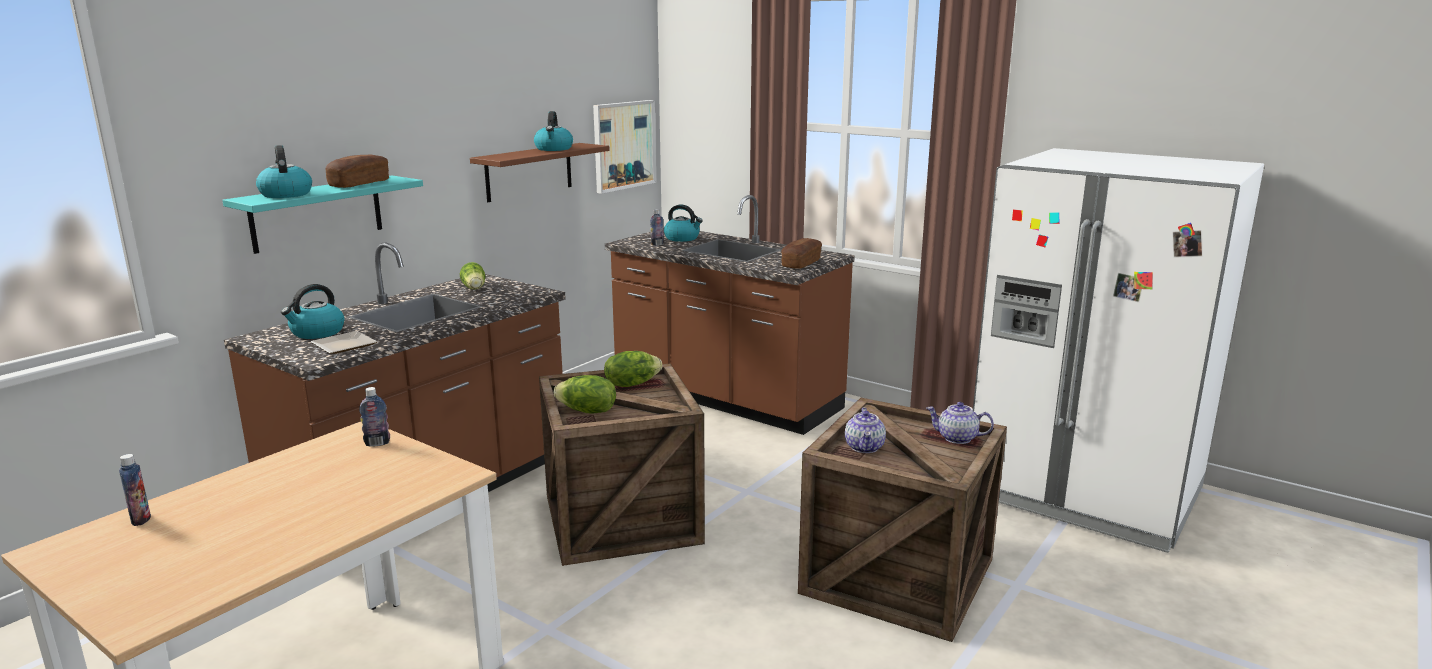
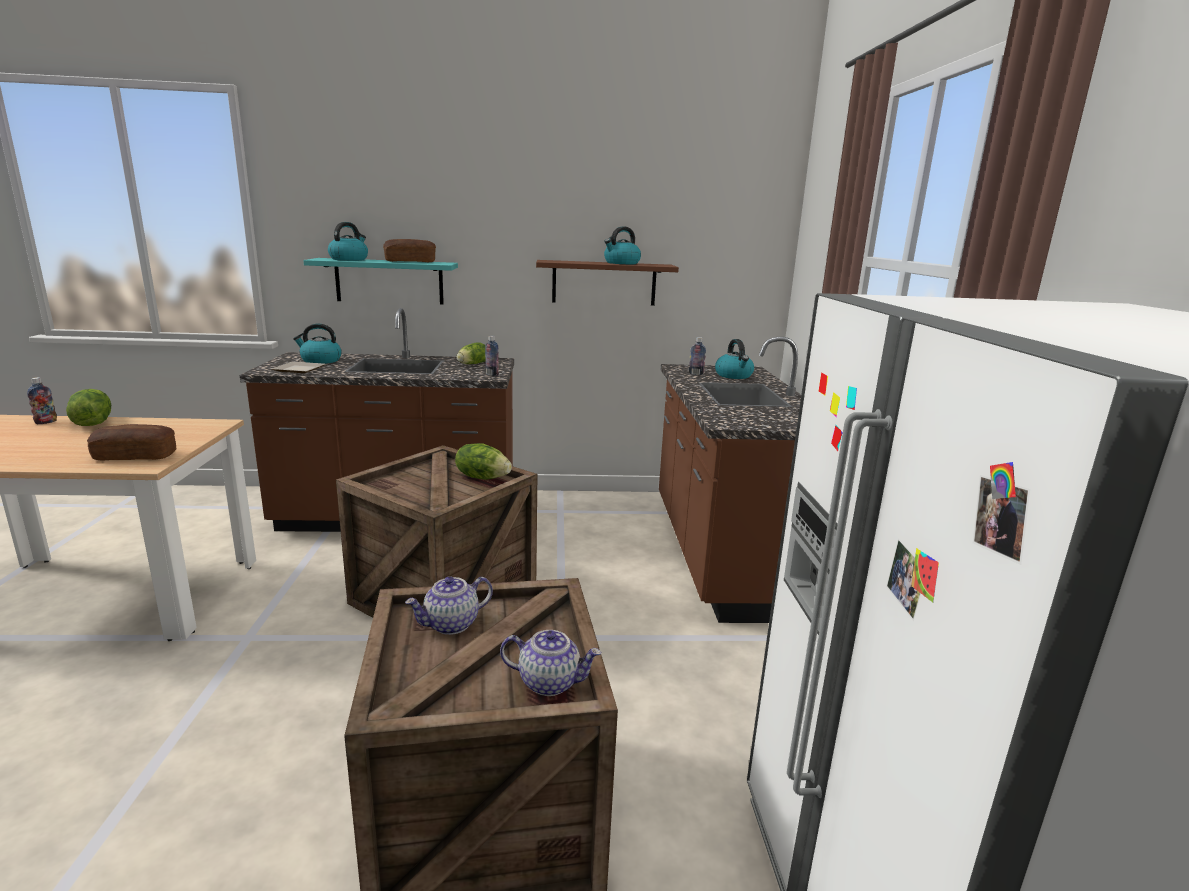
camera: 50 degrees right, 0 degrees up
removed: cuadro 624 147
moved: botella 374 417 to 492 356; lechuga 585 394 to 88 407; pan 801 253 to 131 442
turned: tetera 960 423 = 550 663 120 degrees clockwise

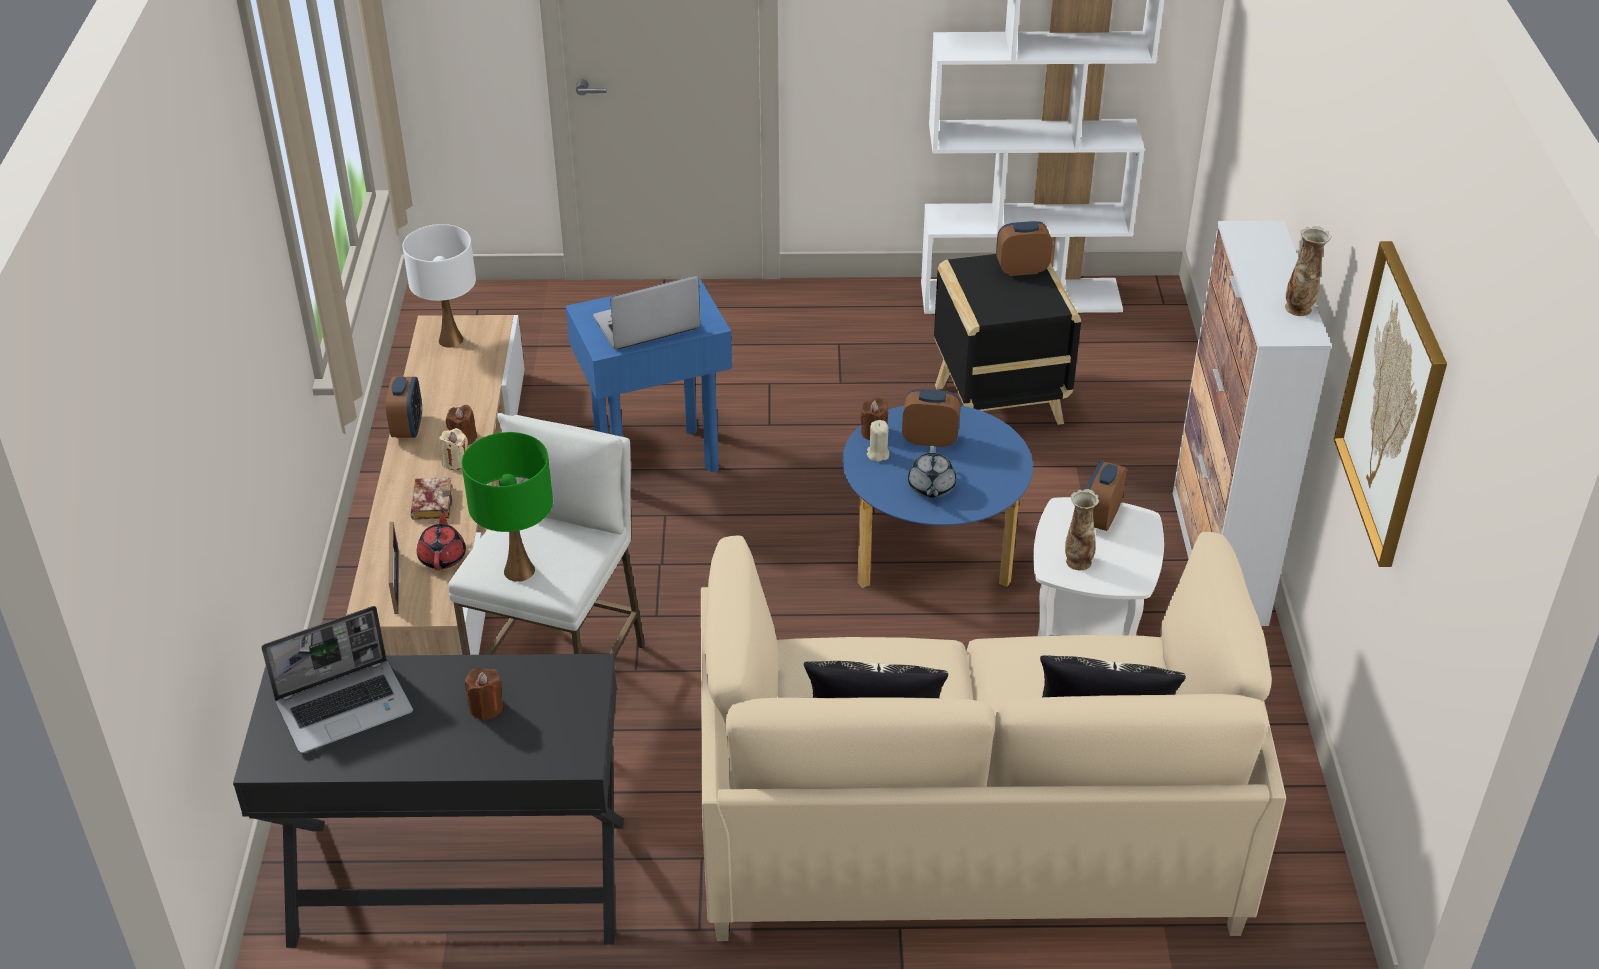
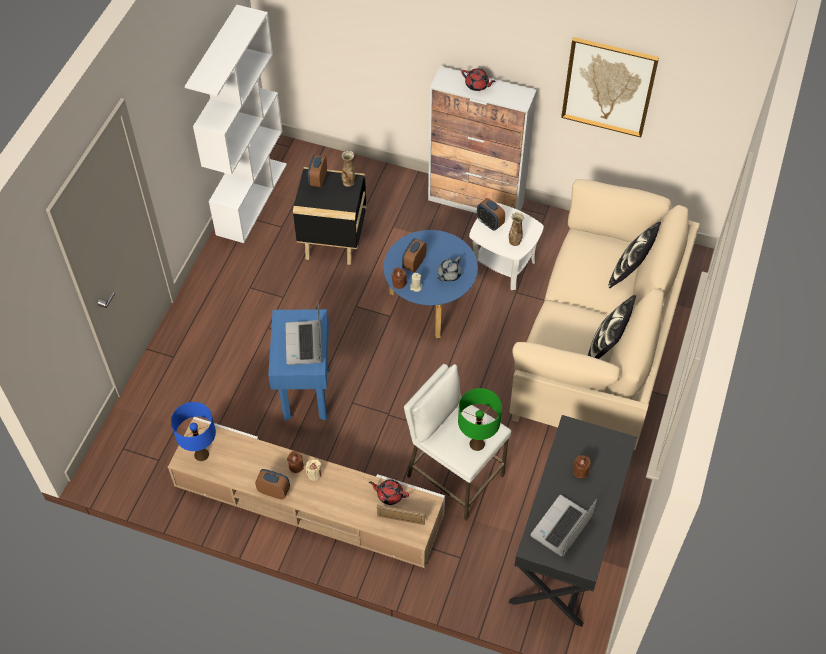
camera: 70 degrees left, 15 degrees up
removed: libro 432 498
added: tetera [rojo] 478 79
moved: florero 1308 271 to 348 169
recoloured: lámpara de mesa [blanco] 439 286 to lámpara de mesa [azul] 193 431
turned: portátil 337 679 = 563 525 135 degrees counterclockwise; tetera [gris] 932 472 = 449 269 105 degrees clockwise

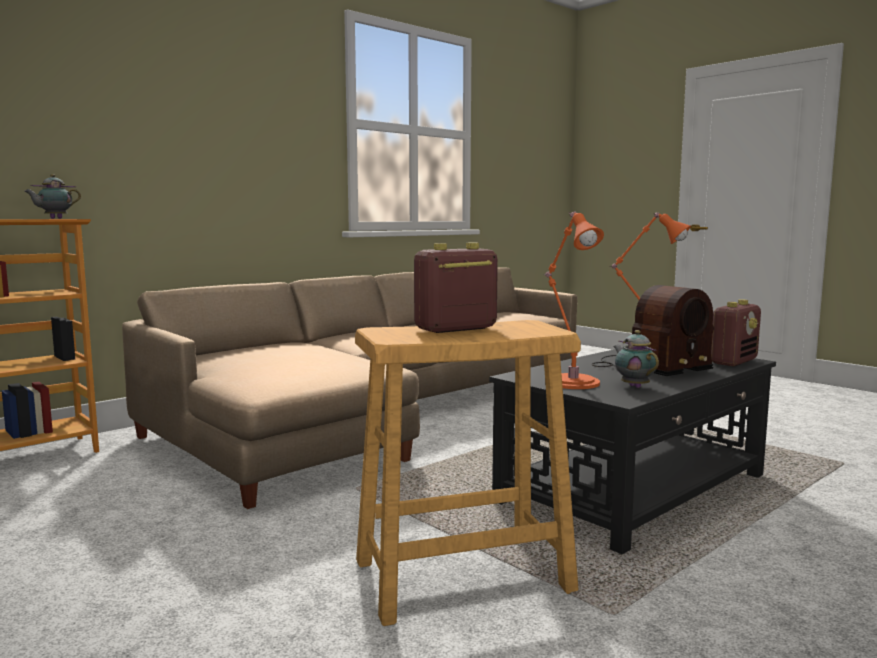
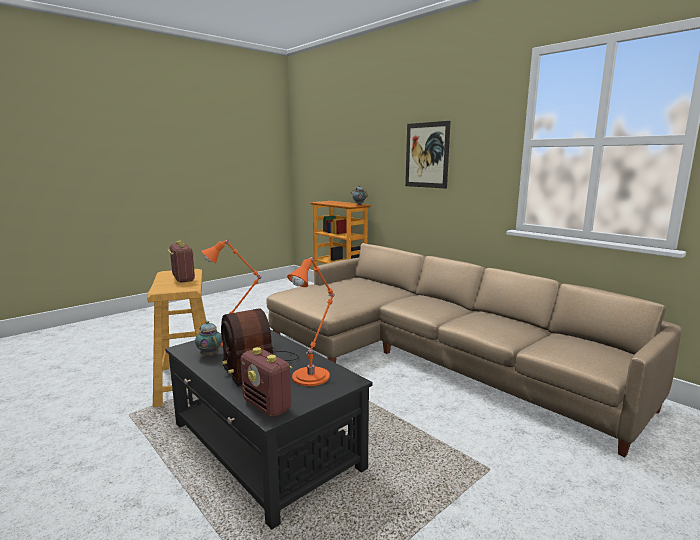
camera: 90 degrees right, 5 degrees up
added: cuadro 428 155
turned: tetera 636 359 = 208 338 105 degrees counterclockwise

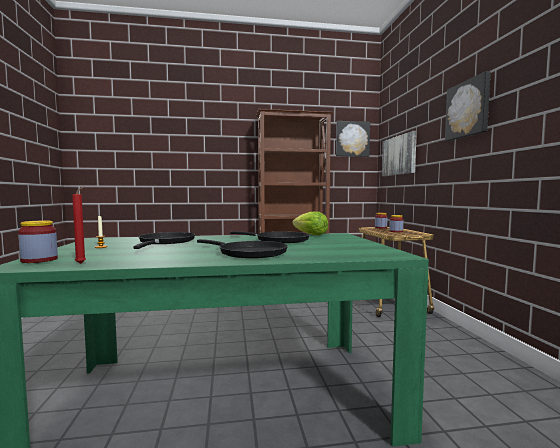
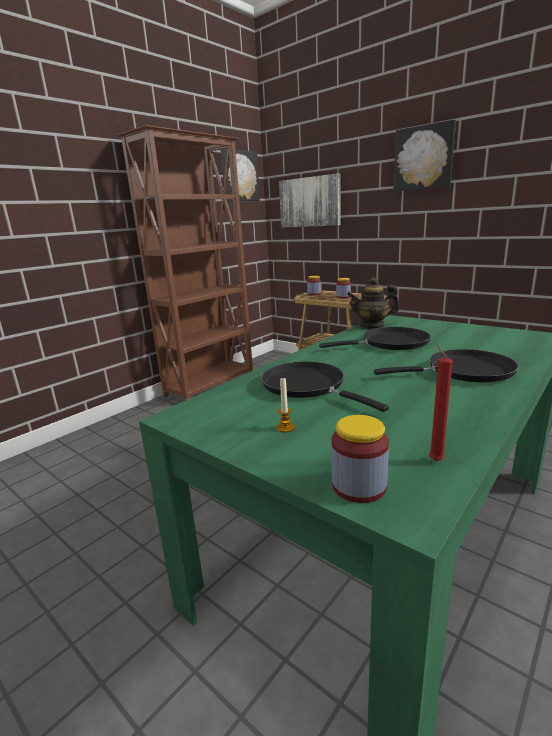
camera: 40 degrees left, 15 degrees up
replaced: lechuga 310 223 to tetera 373 303

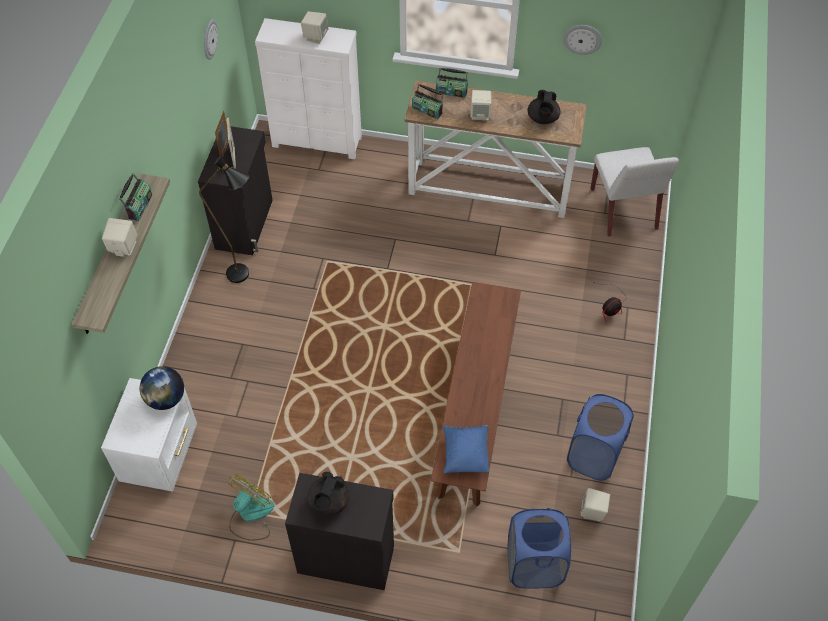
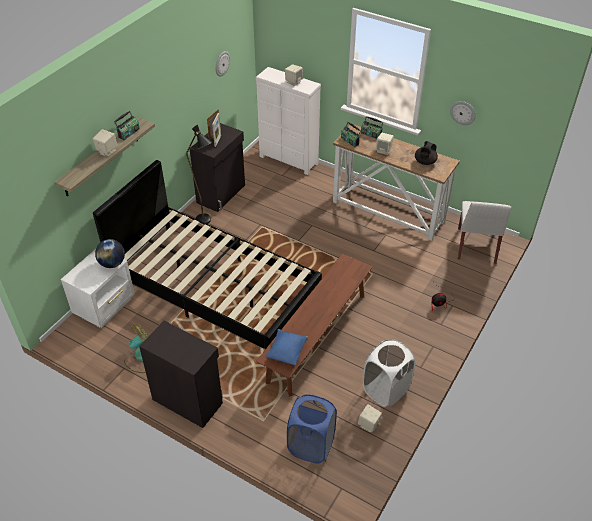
camera: 20 degrees right, 10 degrees down
removed: tetera [negro] 328 493
added: cama [negro] 207 254
recoloured: cesto de la ropa [azul] 600 437 to cesto de la ropa [blanco] 389 373

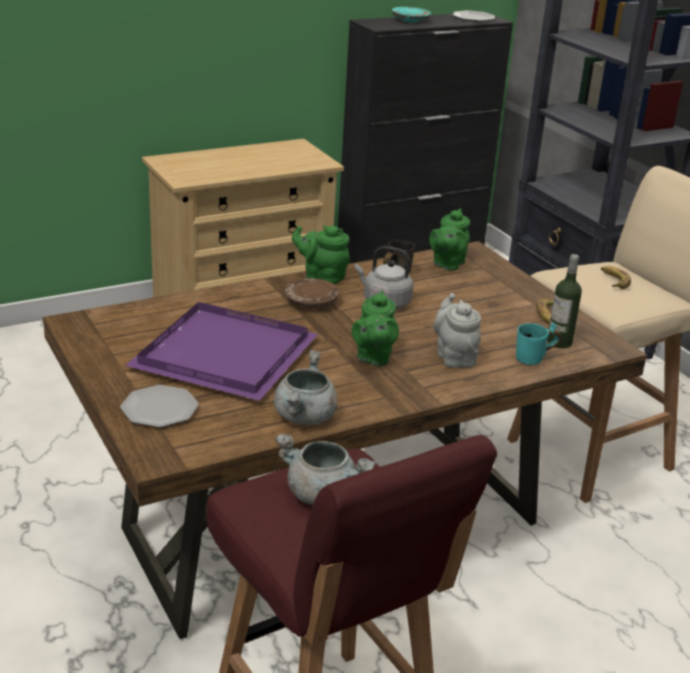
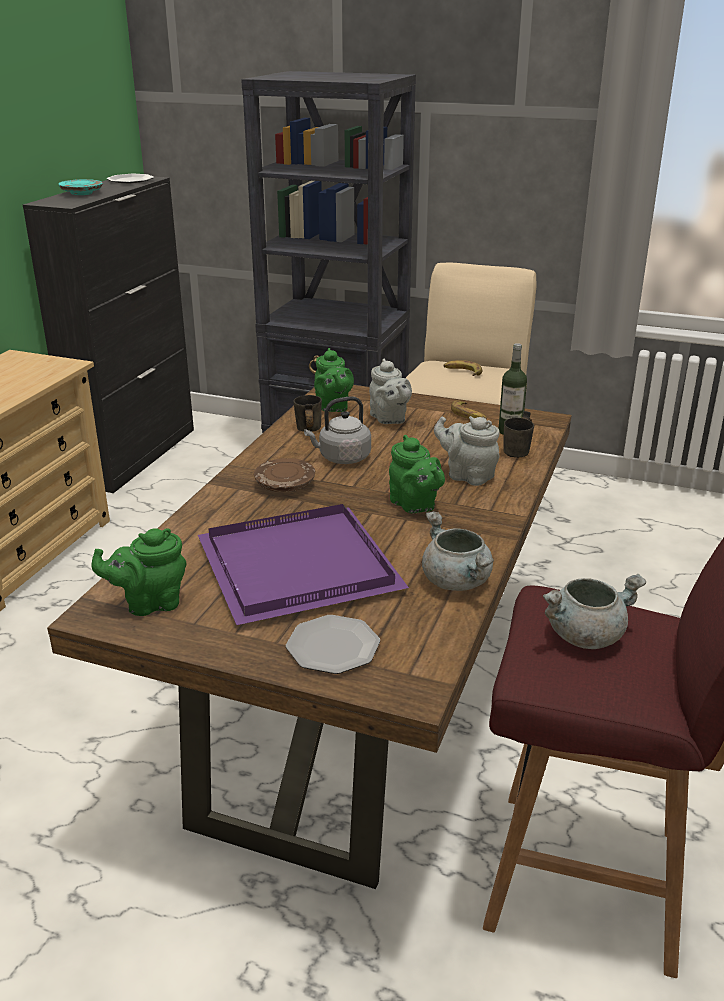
camera: 40 degrees left, 0 degrees up
added: tetera [gris] 390 391
moved: tetera [verde] 321 254 to 138 572
recoloured: taza grande [turquesa] 538 343 to taza grande [gris] 518 434

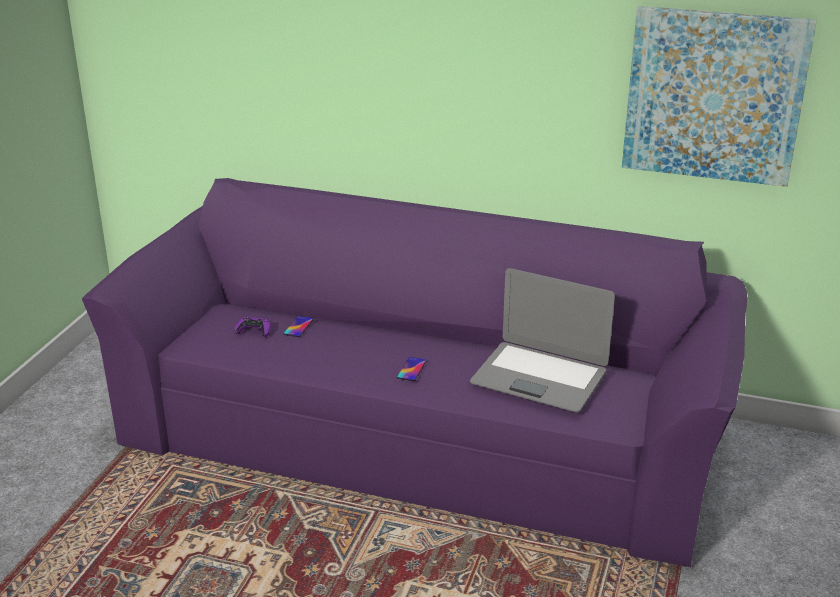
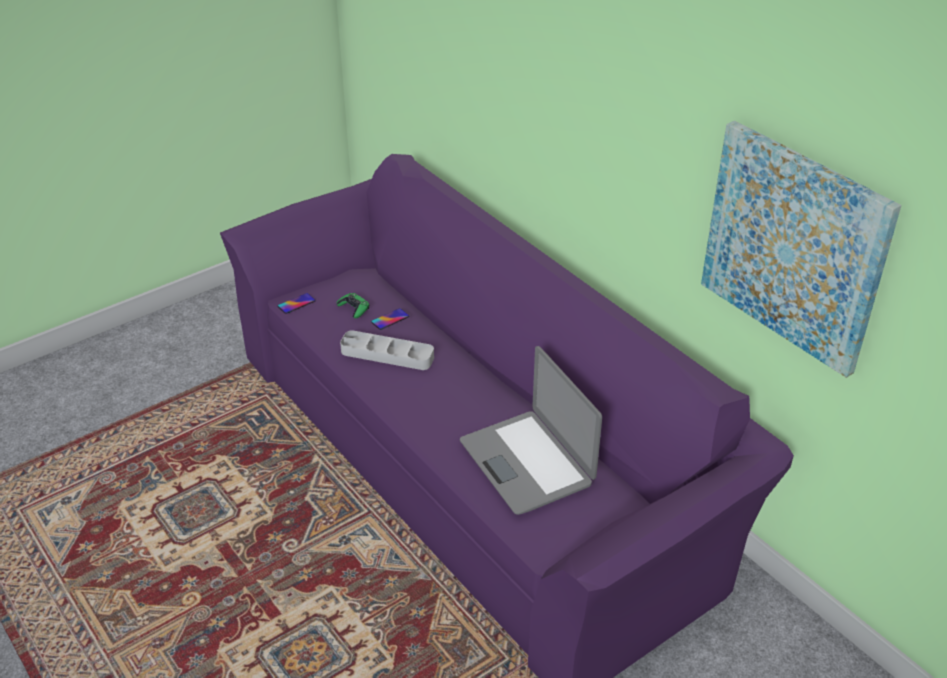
camera: 35 degrees right, 10 degrees up
added: bandeja [gris] 387 350
moved: móvil 412 369 to 297 303
recoloured: mando de consola [morado] 252 327 to mando de consola [verde] 352 305

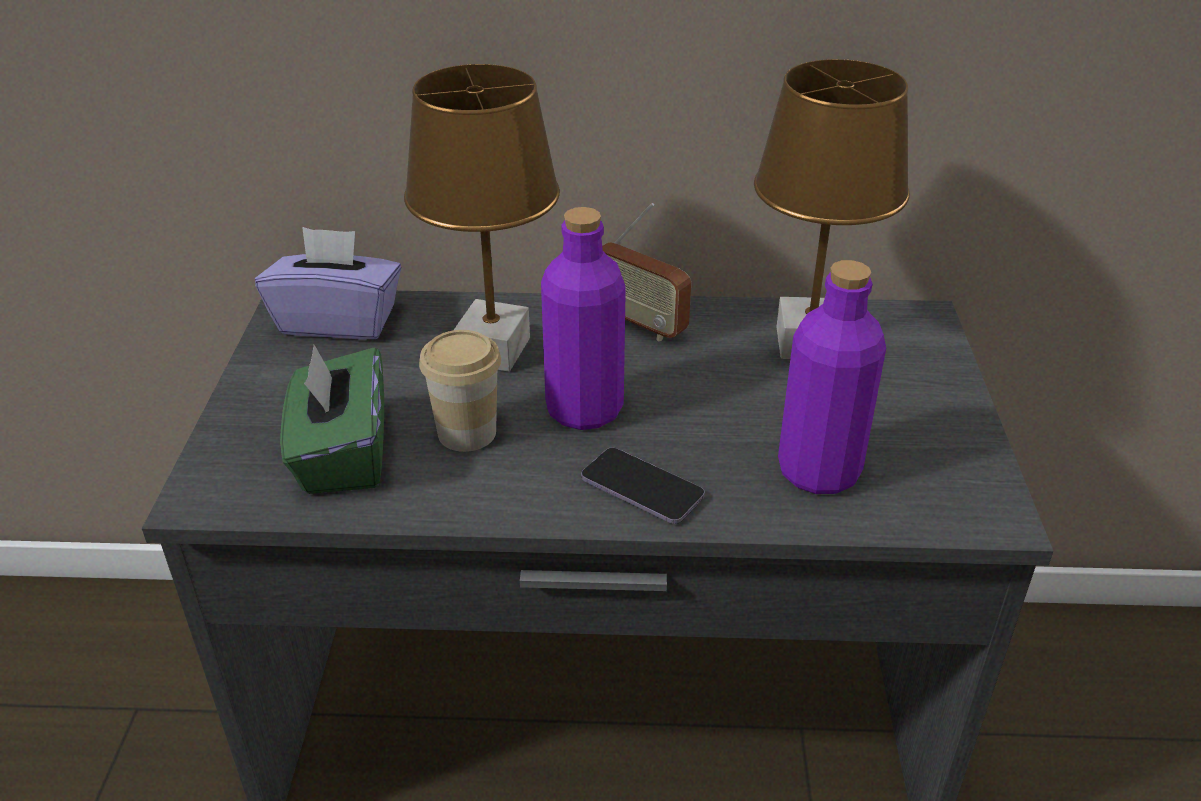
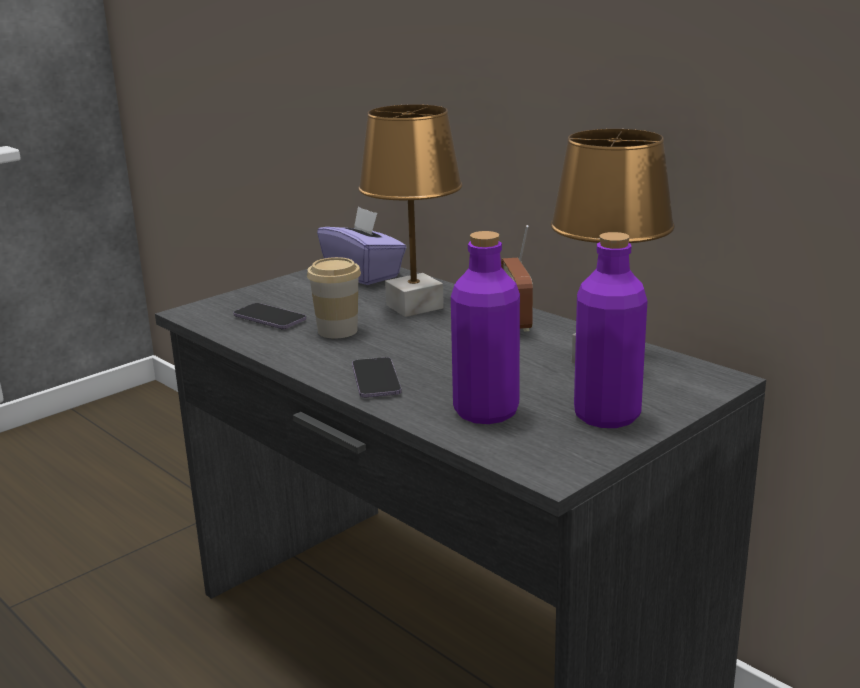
camera: 45 degrees right, 15 degrees down
moved: botella [morado] 583 318 to 610 330
replaced: caja de pañuelos [verde] 332 419 to móvil 269 316

